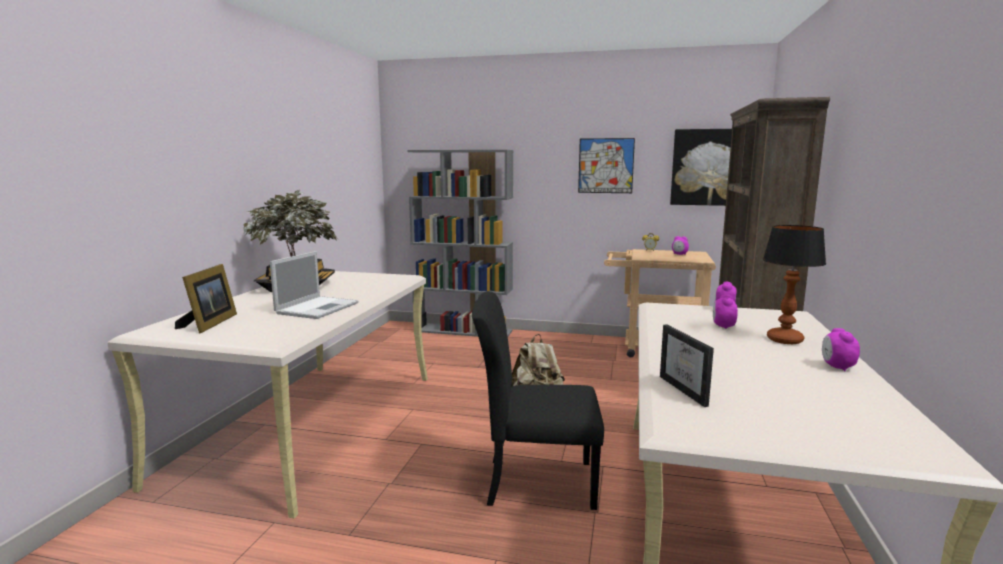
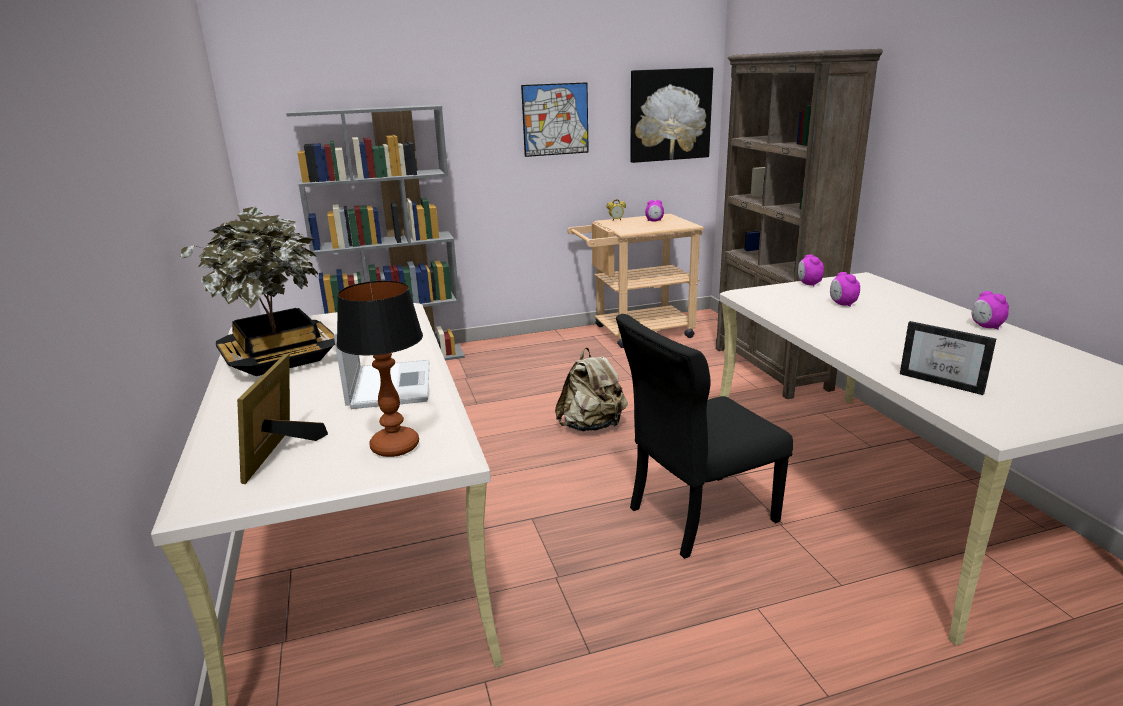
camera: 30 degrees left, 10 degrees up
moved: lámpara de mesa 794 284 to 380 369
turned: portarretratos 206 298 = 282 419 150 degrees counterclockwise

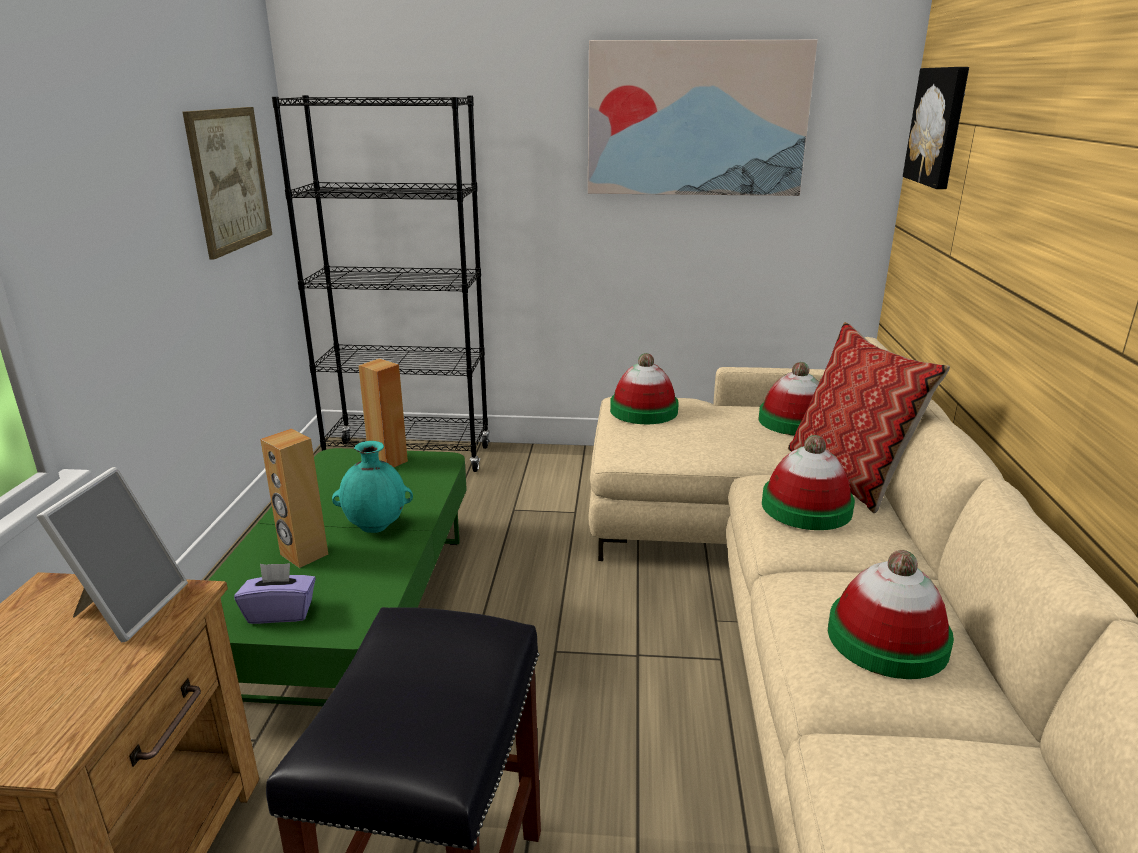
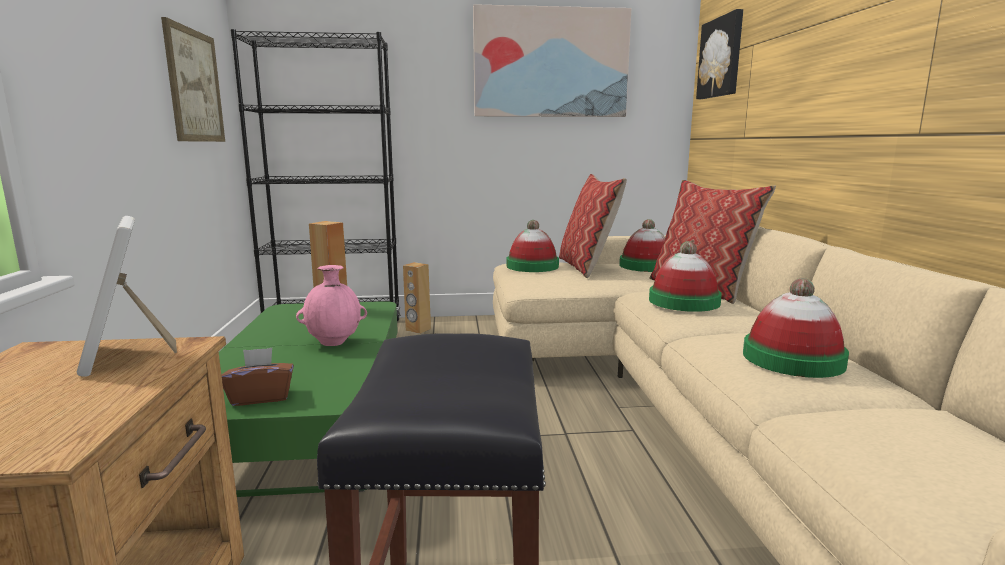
camera: 10 degrees left, 10 degrees down
added: cojín 593 226
moved: altavoz [marrón] 294 498 to 417 298
recoloured: caja de pañuelos [morado] 275 593 to caja de pañuelos [marrón] 258 377; florero [turquesa] 372 487 to florero [rosa] 331 305
turned: portarretratos 112 554 = 127 296 150 degrees clockwise

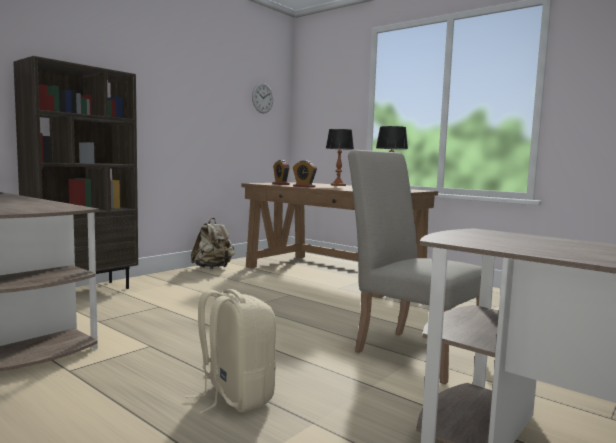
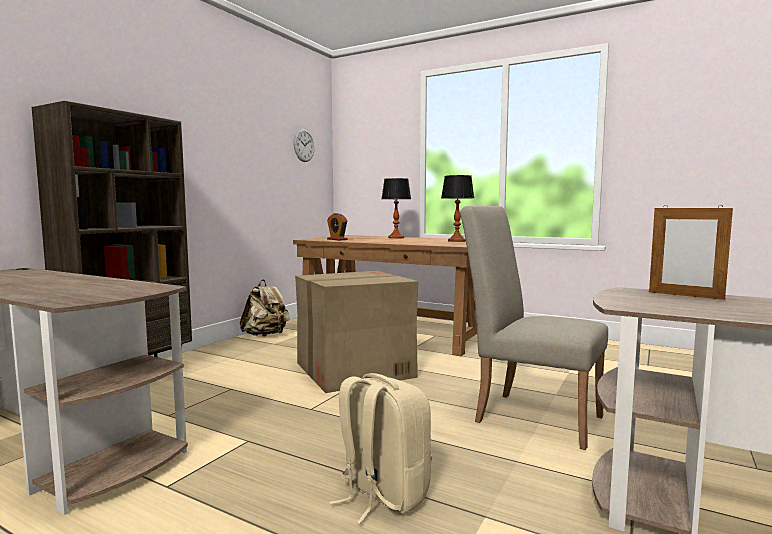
camera: 10 degrees left, 0 degrees up
removed: despertador 305 174
added: caja de cartón 356 332; portarretratos 691 252

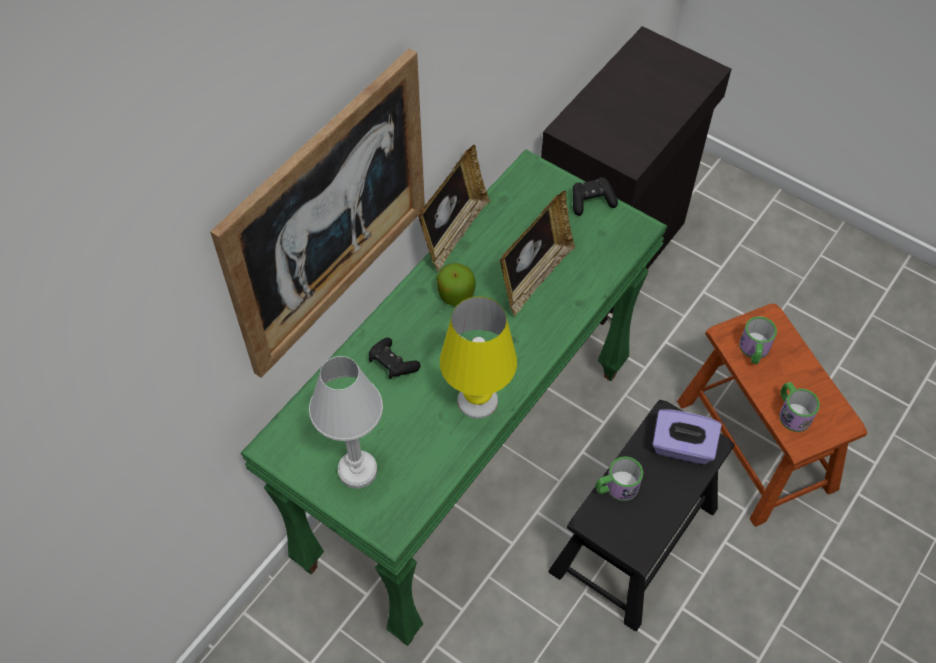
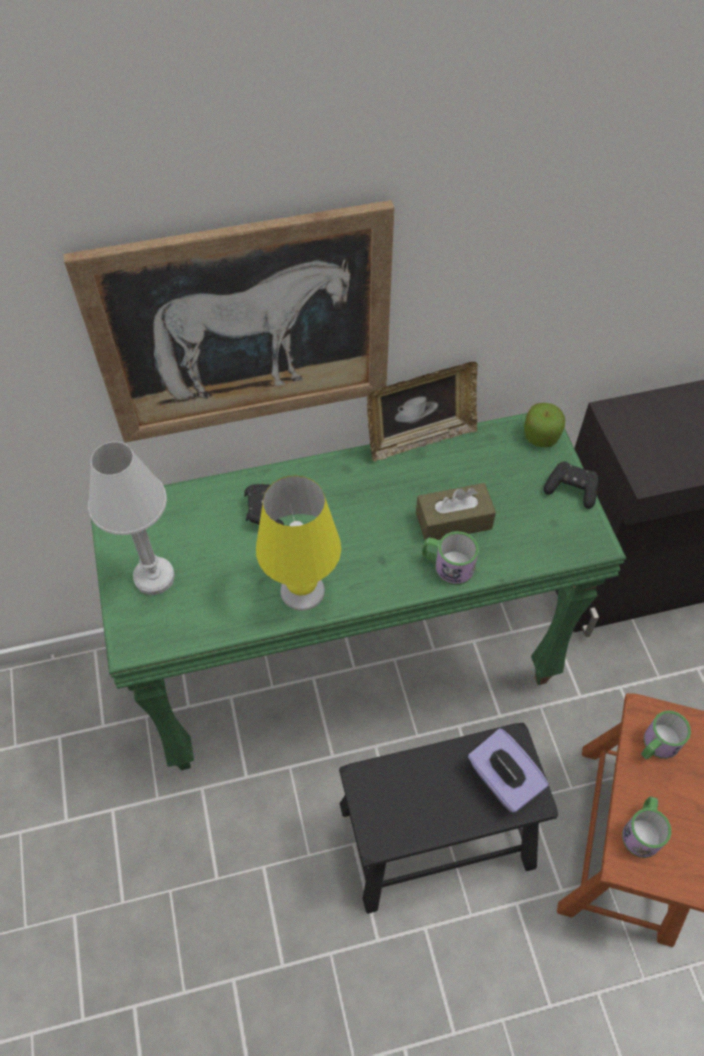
camera: 40 degrees right, 0 degrees up
moved: manzana 456 284 to 544 425; taza grande 619 478 to 450 558
replaced: portarretratos 537 253 to caja de pañuelos [marrón] 456 511

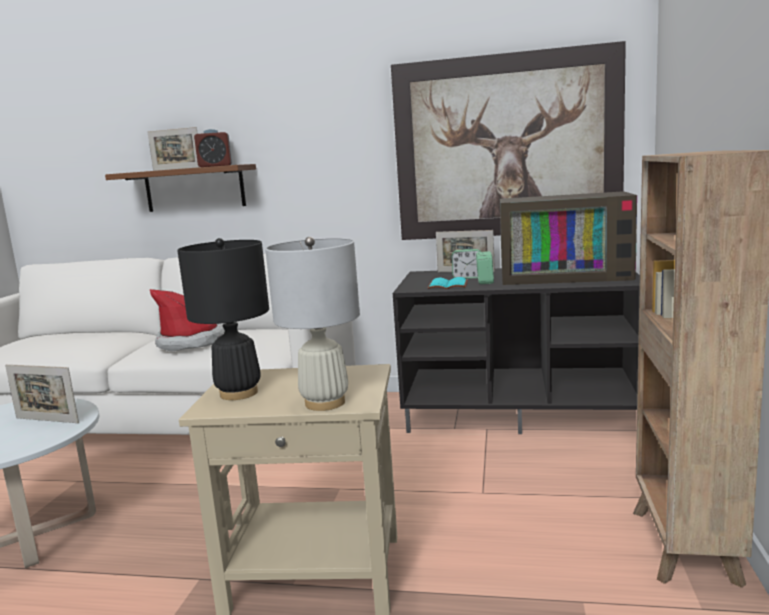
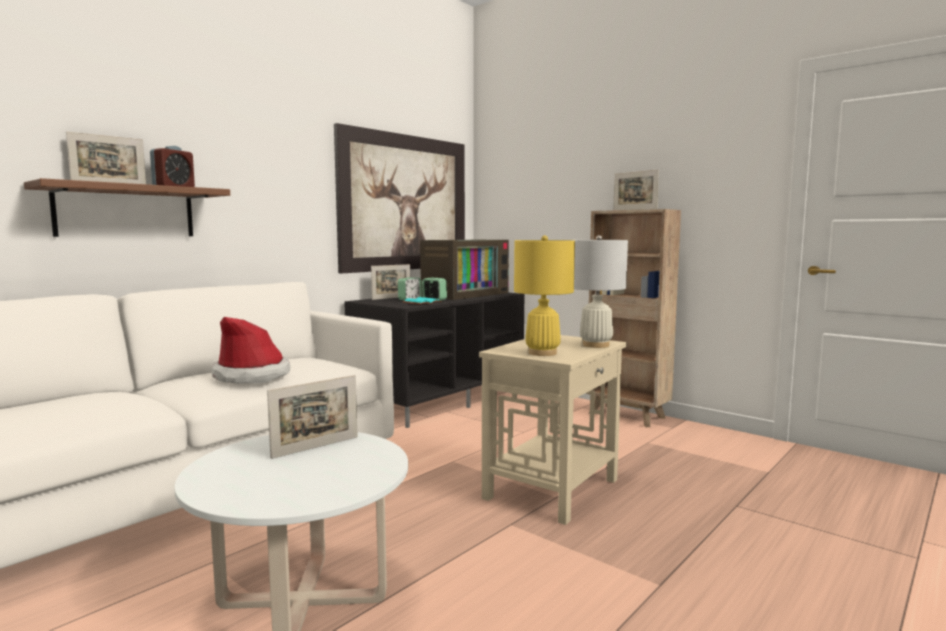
camera: 60 degrees left, 5 degrees down
added: portarretratos 636 190
recoloured: lámpara de mesa [negro] 223 319 to lámpara de mesa [amarillo] 544 295

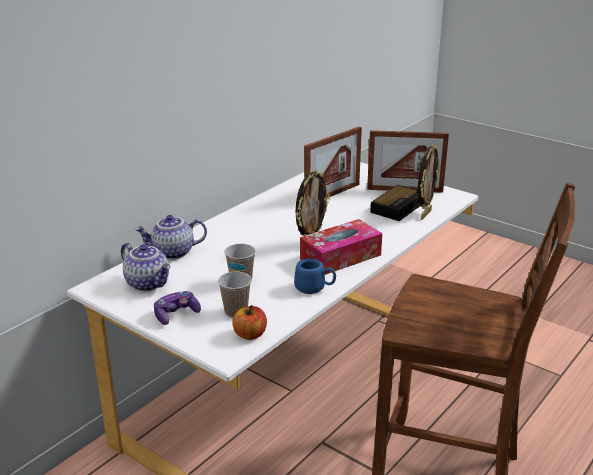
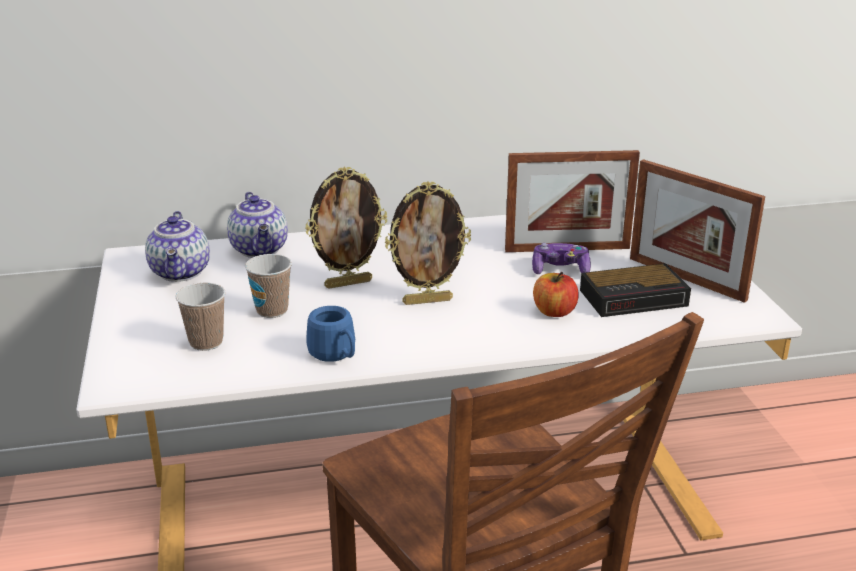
camera: 40 degrees right, 0 degrees up
removed: caja de pañuelos 341 247
moved: mando de consola 177 308 to 561 258; manzana 249 322 to 555 294; portarretratos 428 181 to 346 228
turned: tetera 171 237 = 257 225 135 degrees counterclockwise

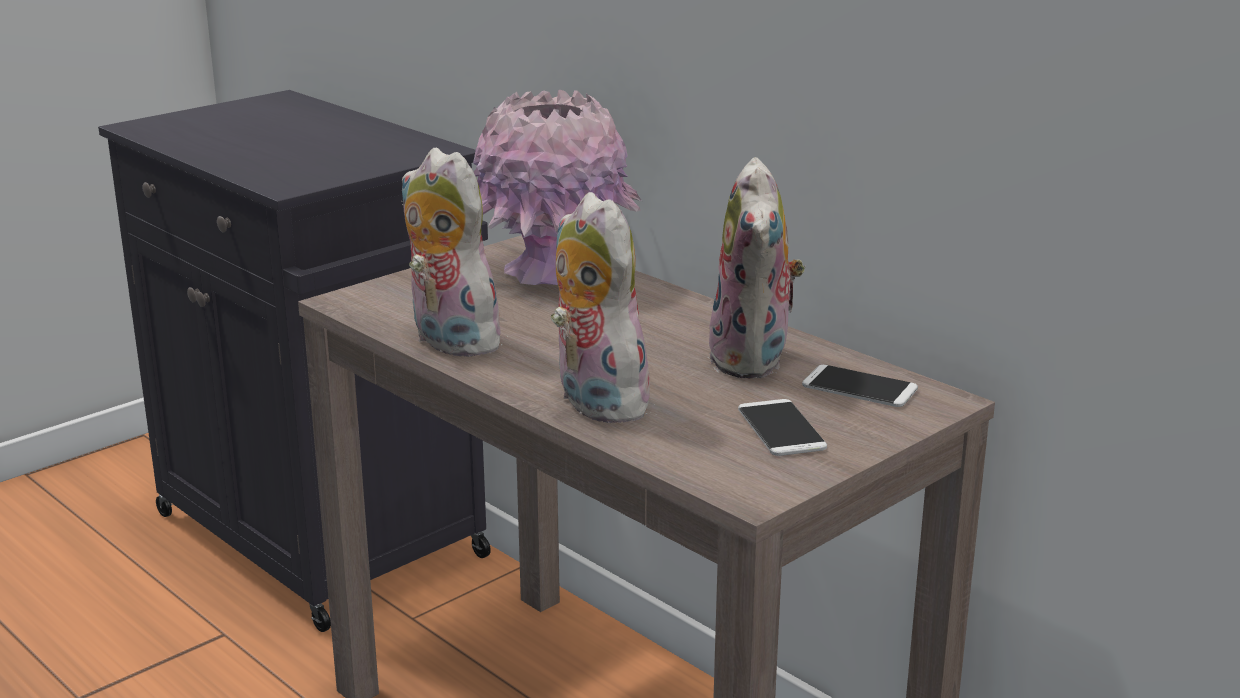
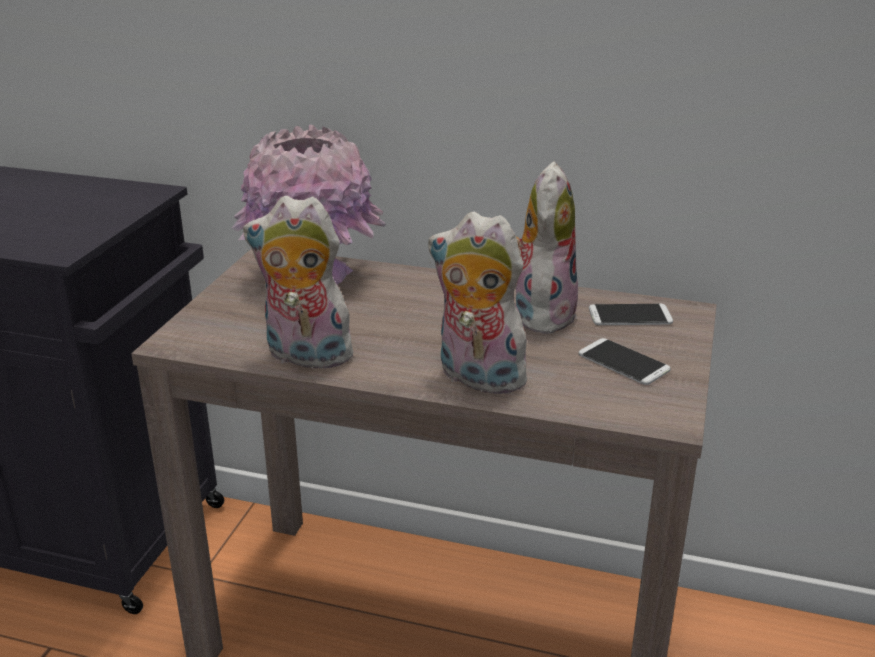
camera: 30 degrees left, 5 degrees up
turned: peluche 756 268 = 547 248 135 degrees counterclockwise

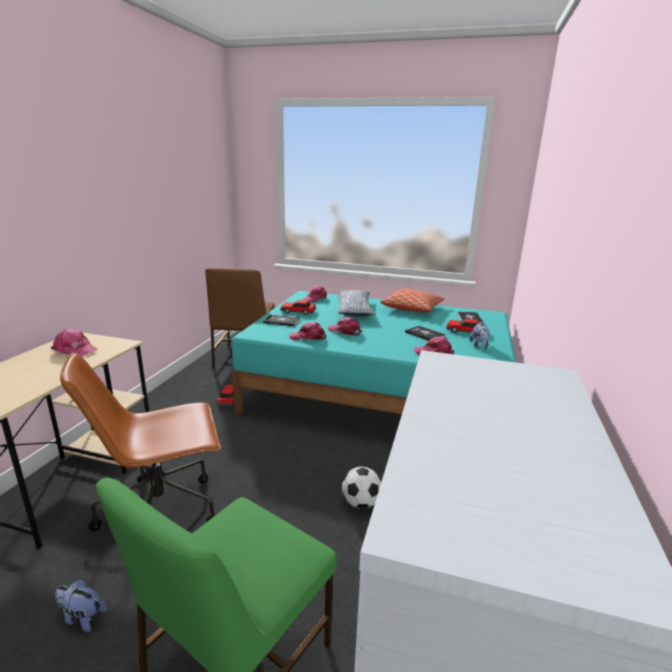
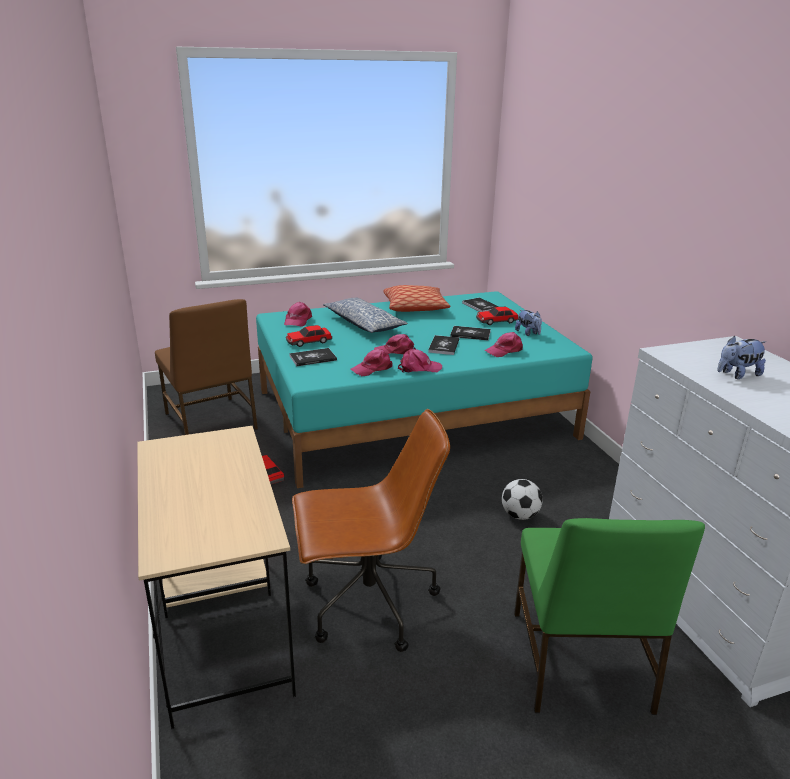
camera: 35 degrees left, 5 degrees up
added: libro 443 345
moved: gorra [rosa] 74 342 to 420 361; peluche 81 605 to 742 357
turned: silla de oficina [marrón] 140 441 = 371 530 135 degrees counterclockwise

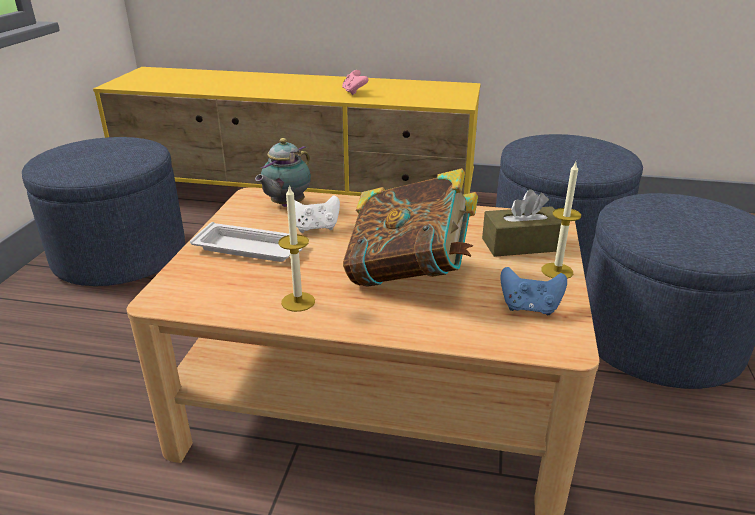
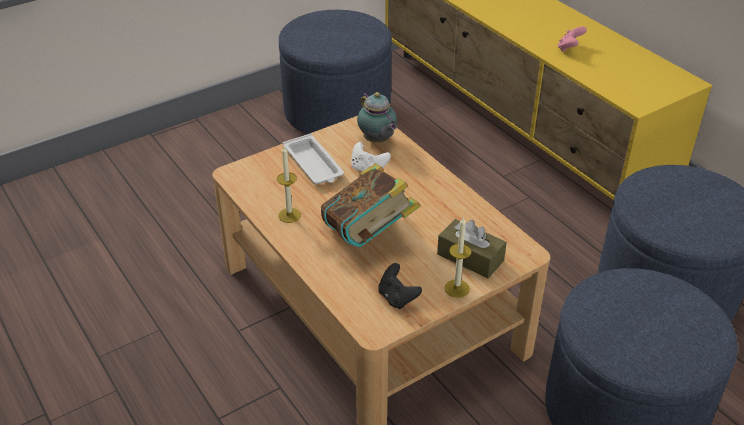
camera: 45 degrees right, 10 degrees up
recoloured: mando de consola [azul] 534 291 to mando de consola [negro] 400 286
turned: tetera 283 172 = 377 117 105 degrees counterclockwise

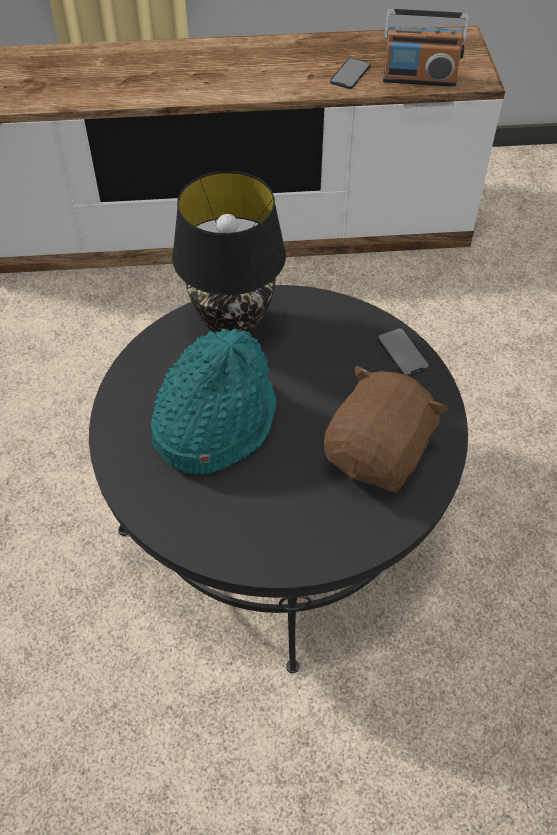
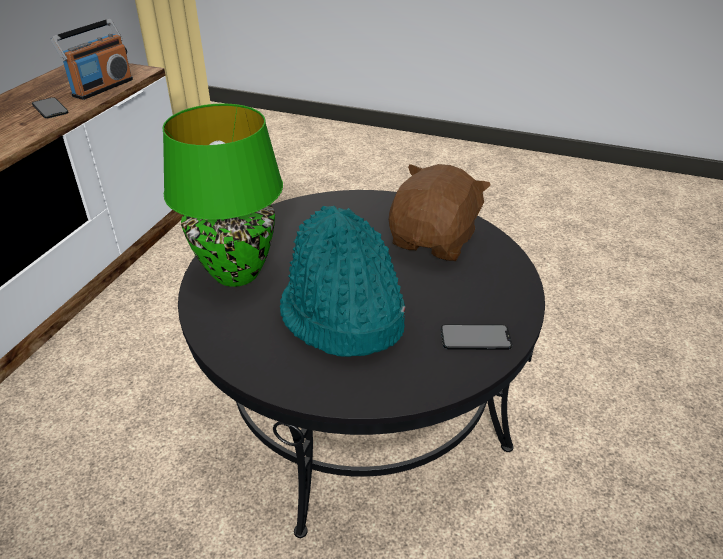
camera: 65 degrees left, 15 degrees down
moved: móvil 403 352 to 476 337
recoloured: lámpara de mesa [negro] 229 252 to lámpara de mesa [verde] 222 195
turned: peluche [marrón] 386 429 = 439 212 60 degrees clockwise

